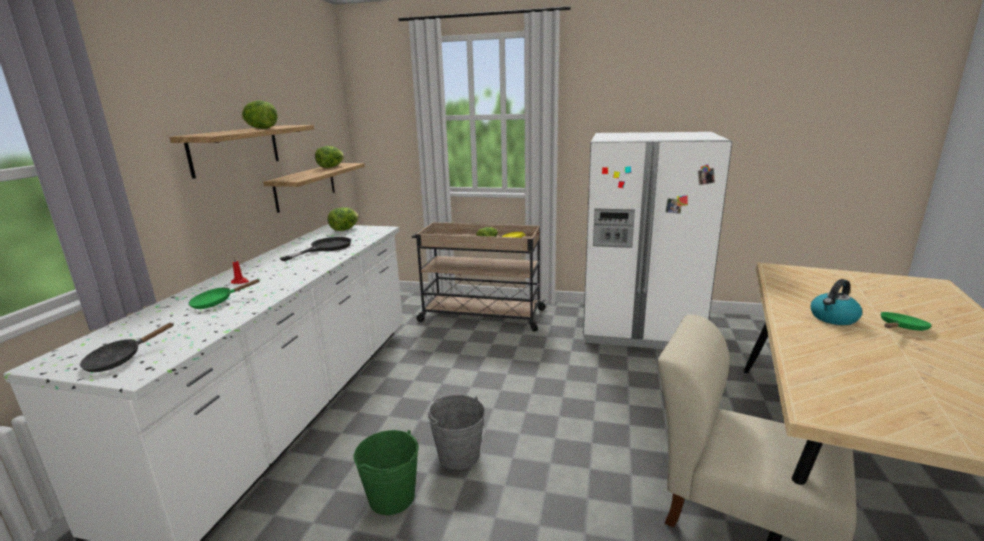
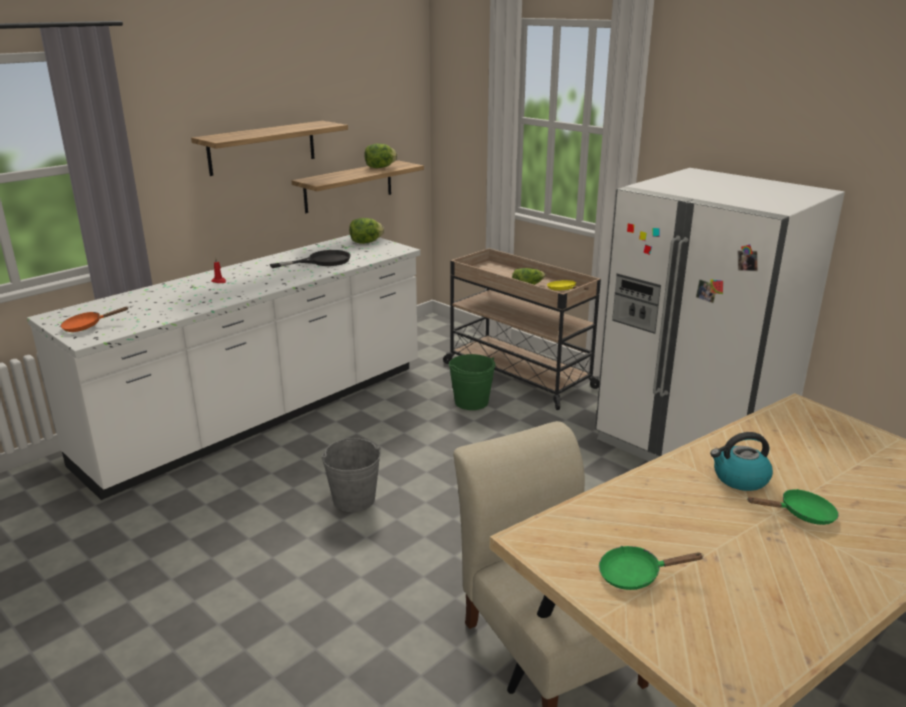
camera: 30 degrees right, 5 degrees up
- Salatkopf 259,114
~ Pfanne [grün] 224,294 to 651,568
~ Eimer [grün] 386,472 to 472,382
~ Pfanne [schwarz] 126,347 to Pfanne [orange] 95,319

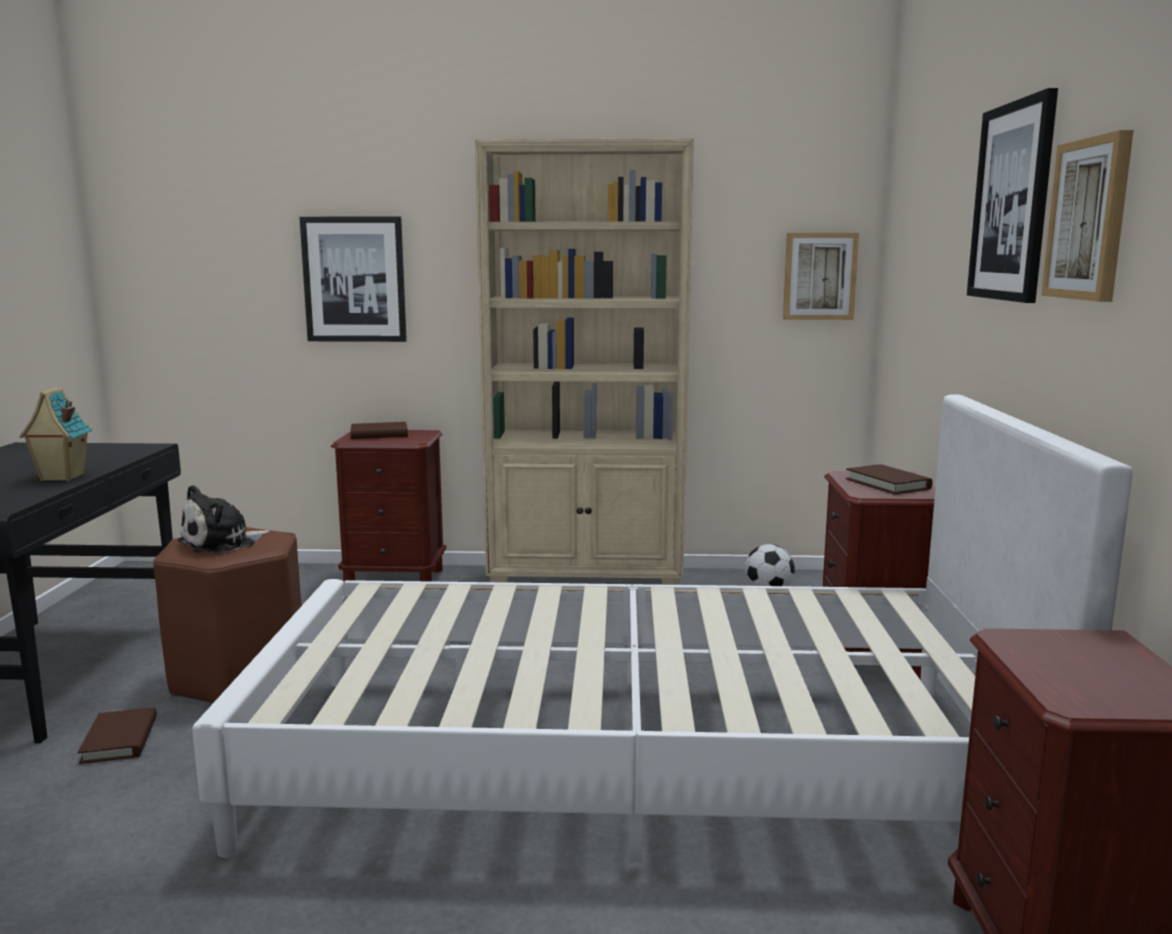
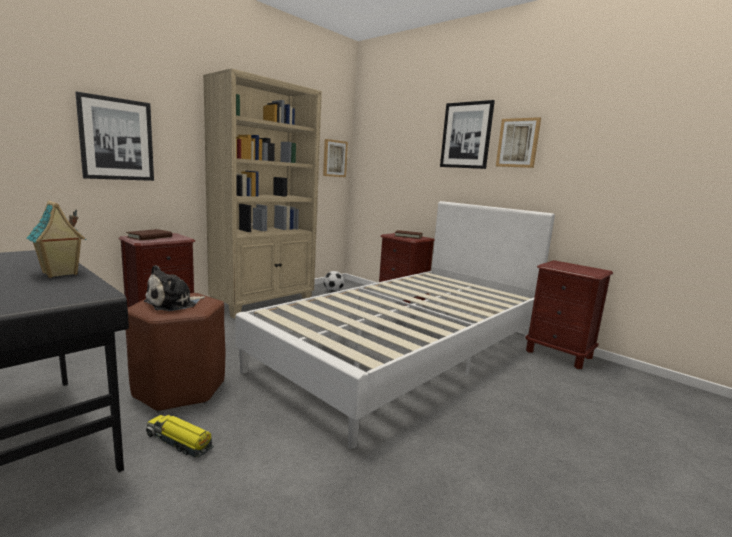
camera: 50 degrees left, 0 degrees up
~ Buch [braun] 117,736 to Spielzeuglaster 180,436
~ Plüschtier 224,519 = 174,288 45 degrees clockwise

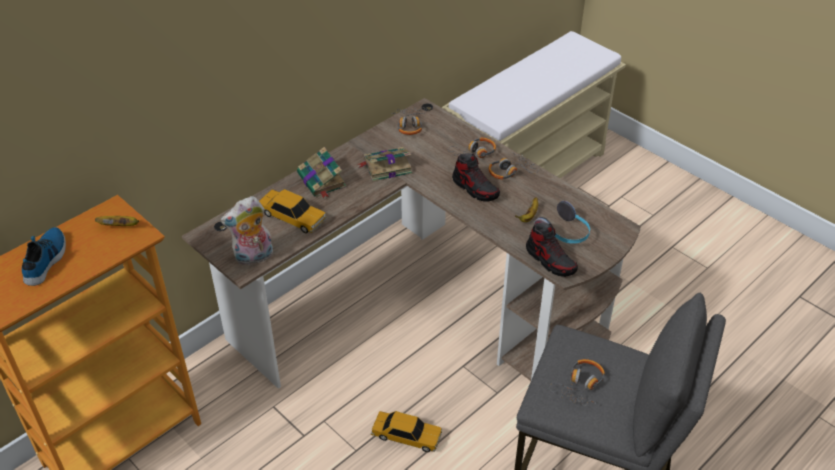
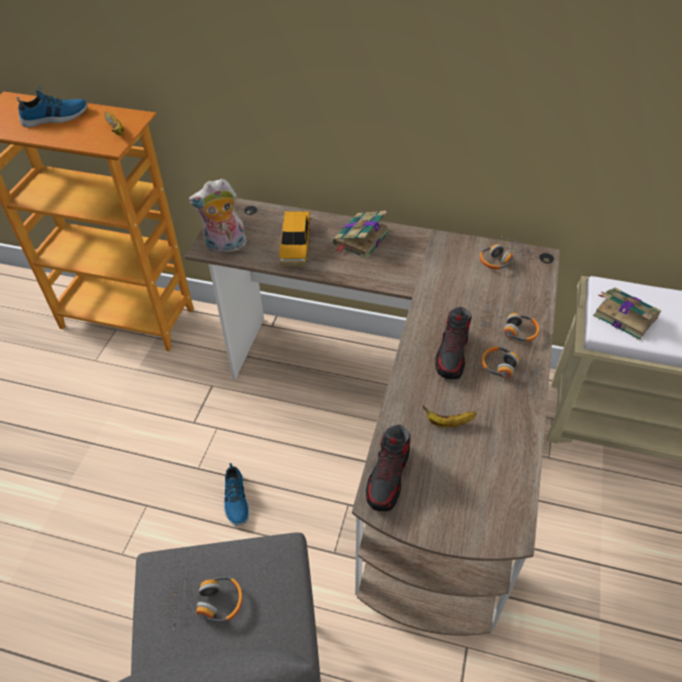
camera: 60 degrees right, 5 degrees up
- Kopfhörer 562,222
~ Buch 385,164 to 627,313
~ Spielzeugauto 406,431 to Schuh 236,494
~ Plüschtier 246,230 = 218,215 45 degrees counterclockwise

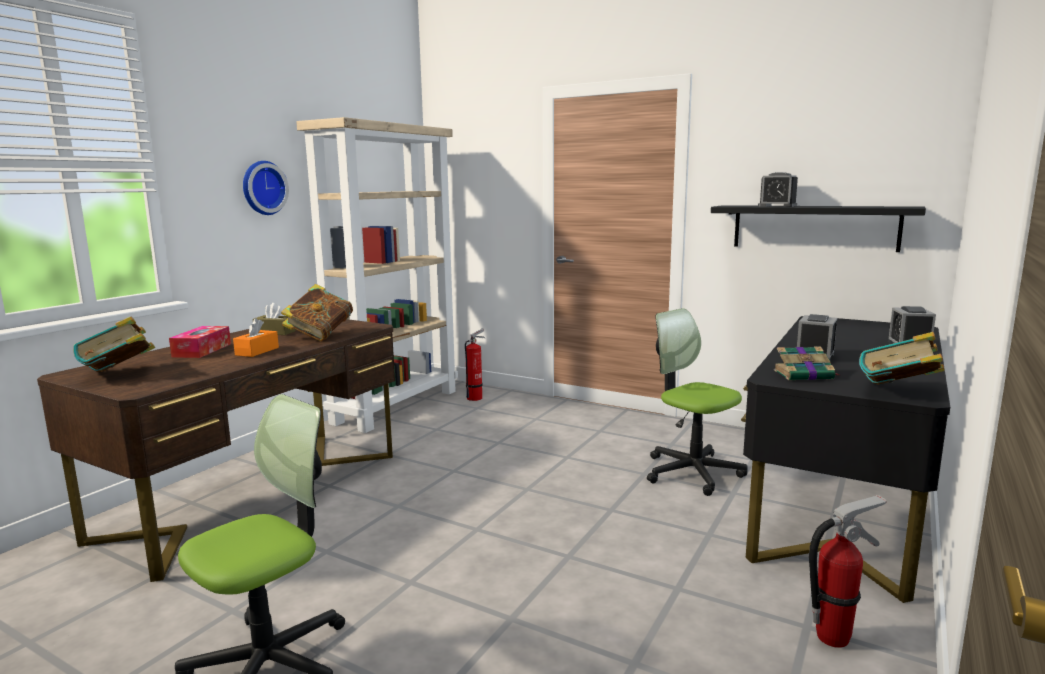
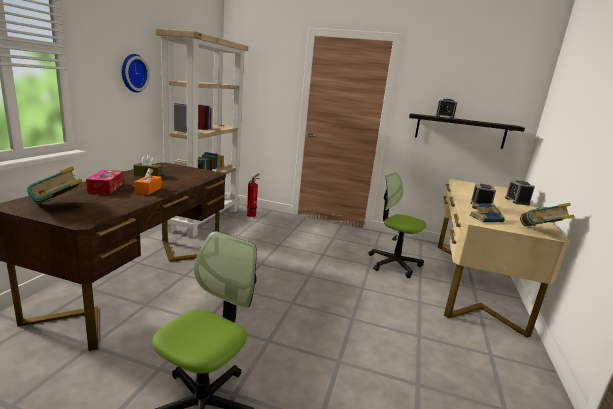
camera: 15 degrees left, 5 degrees up
- Buch 317,312
- Feuerlöscher 848,571
~ Schreibtisch [schwarz] 845,459 to Schreibtisch [beige] 504,258

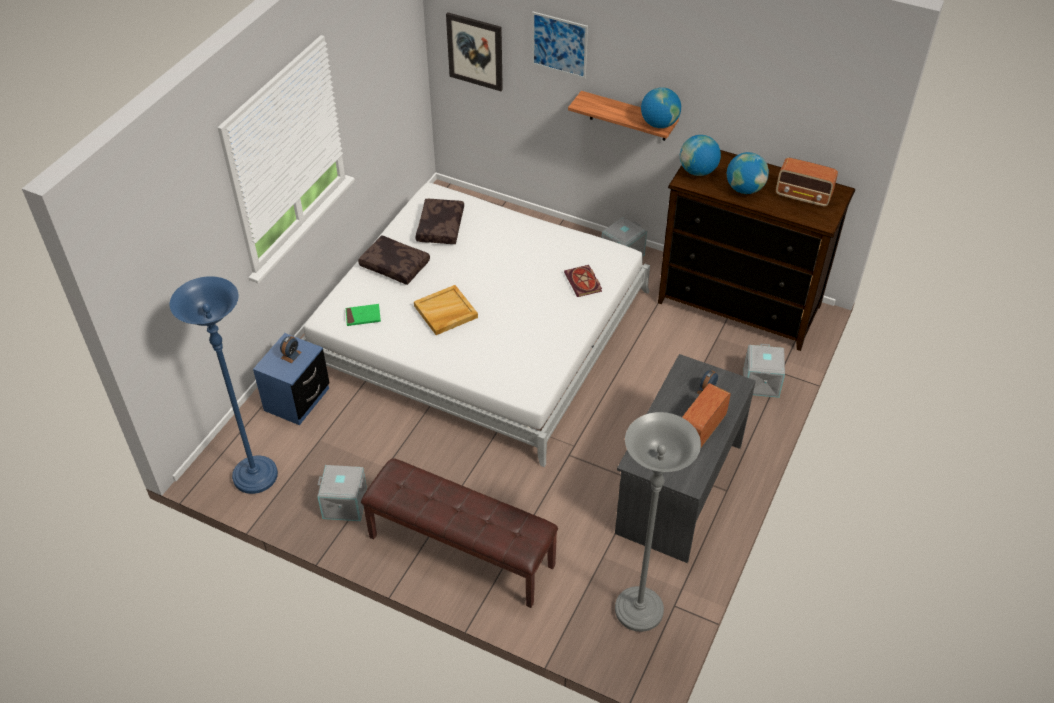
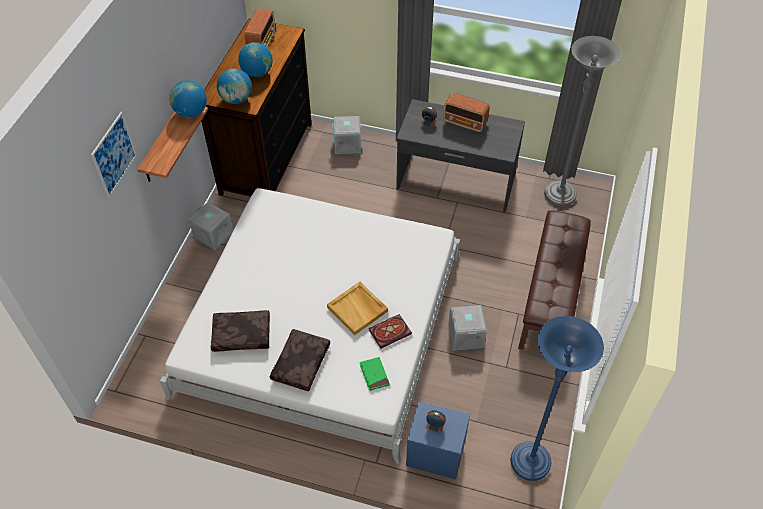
camera: 100 degrees left, 5 degrees up
- Bild 474,51
~ Aufbewahrungsbox [grau] 342,493 to 468,327
~ Buch 583,281 to 390,331

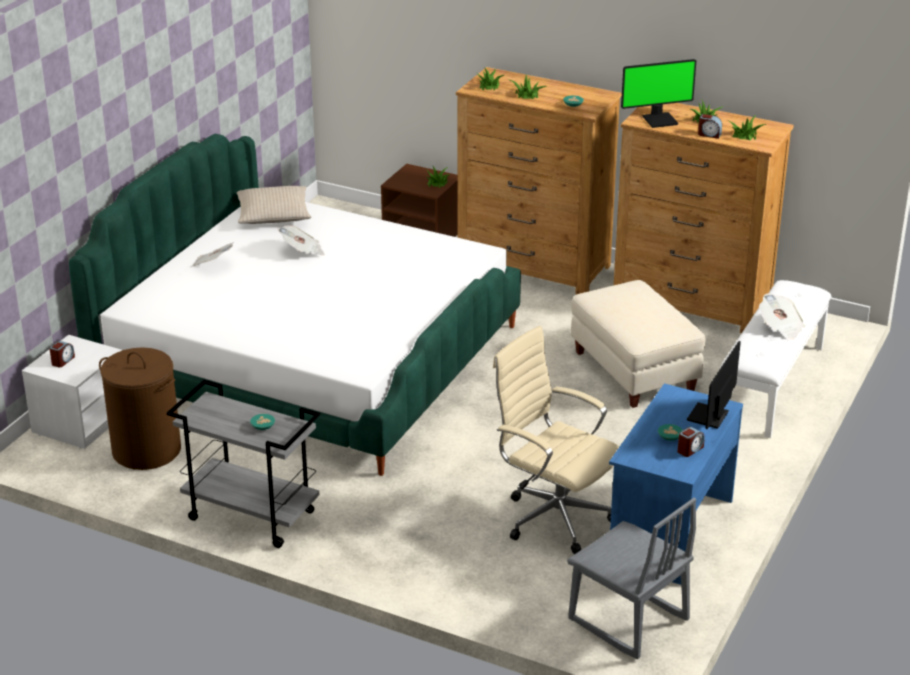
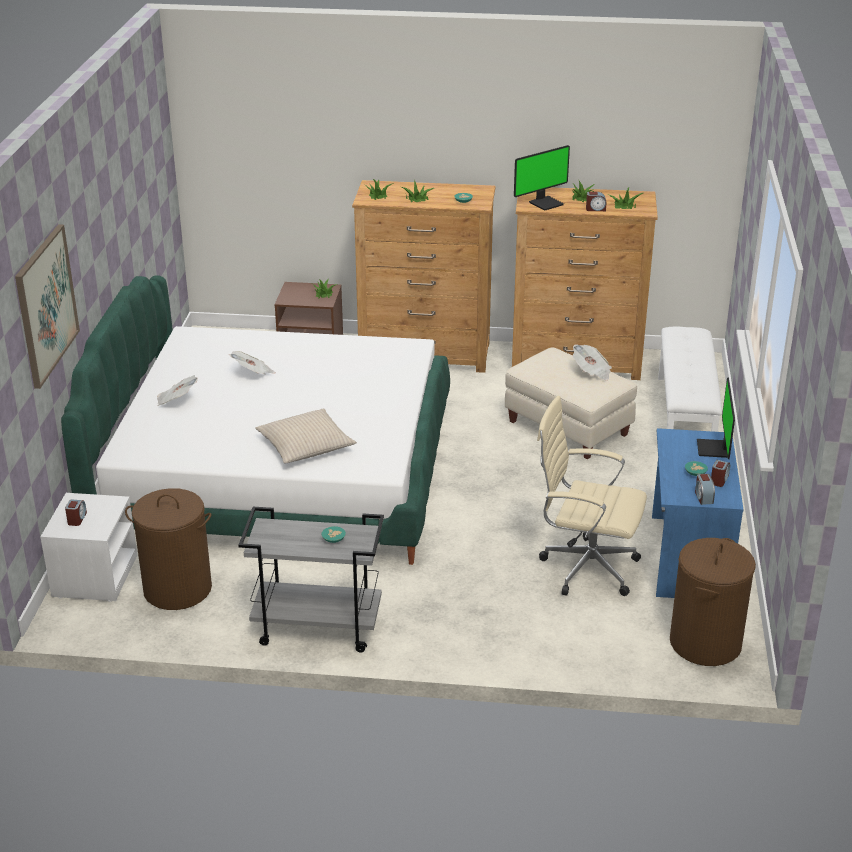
camera: 20 degrees left, 0 degrees up
+ Bild 47,306
+ Wecker 705,489
~ Kissen [beige] 274,205 to 306,436
~ Zeitung 782,316 to 592,362
~ Stuhl [grau] 631,578 to Wäschekorb [braun] 713,602

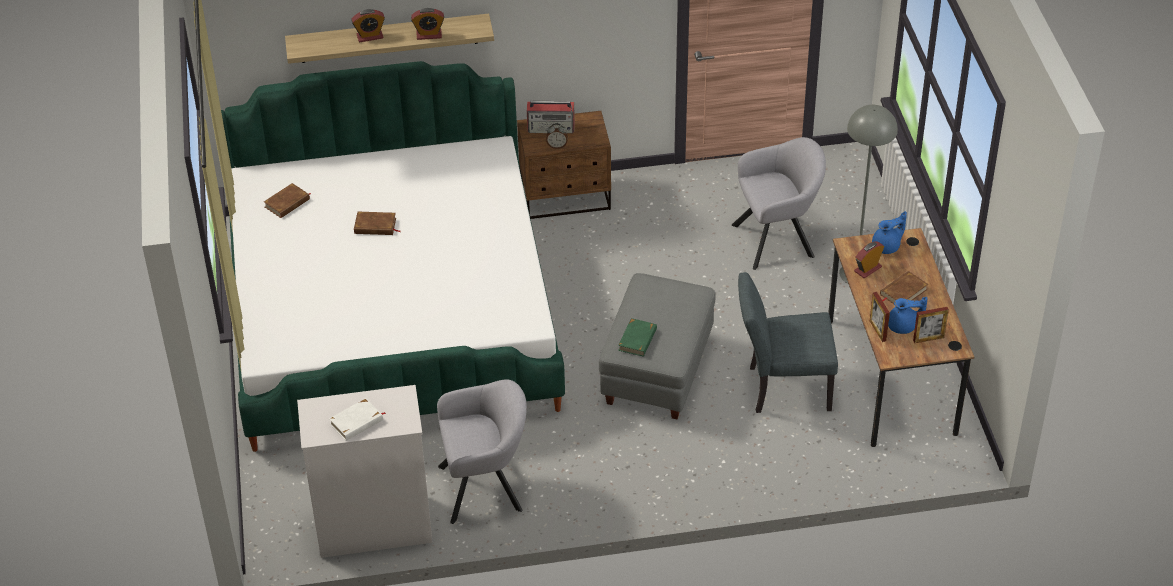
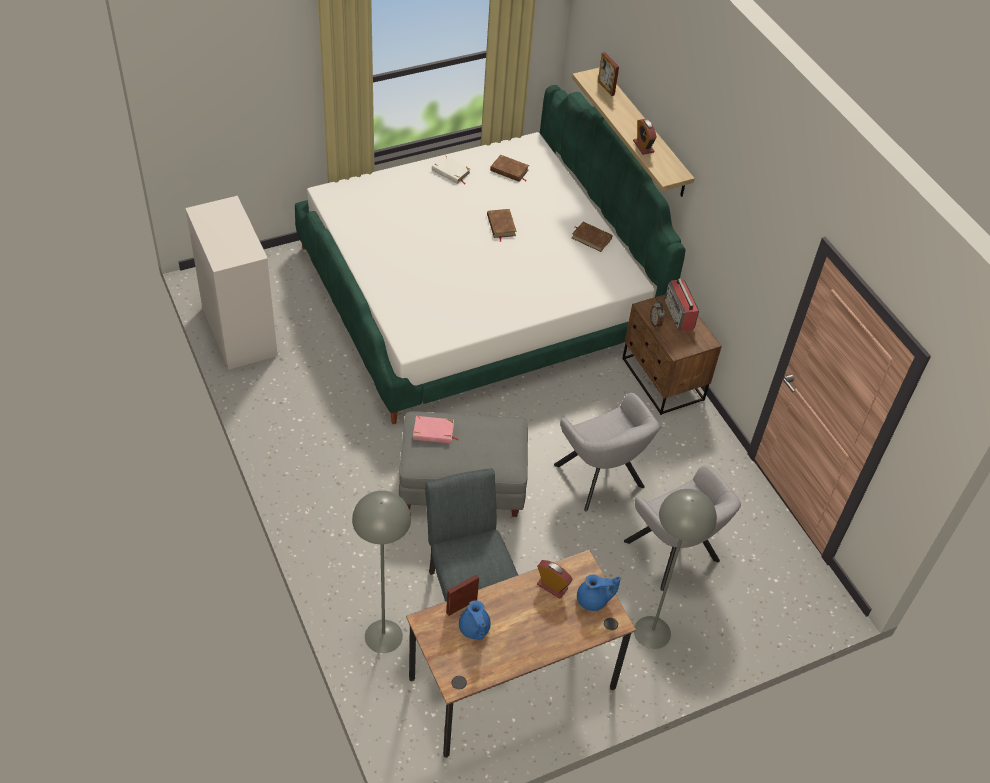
camera: 70 degrees right, 5 degrees up
- Wecker 368,25
+ Stehlampe [grau] 381,571
~ Buch [weiß] 357,419 to 451,169
~ Sessel [grau] 482,451 to 607,452
~ Buch [braun] 904,287 to 592,237
~ Bilderrahmen 931,325 to 608,74
~ Buch [grün] 637,337 to Buch [rosa] 436,429
~ Teekanne [blau] 889,232 = 599,592 45 degrees counterclockwise

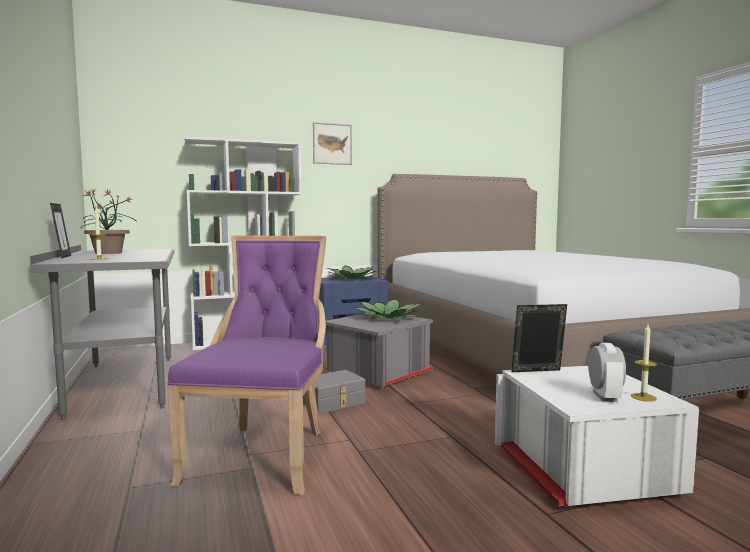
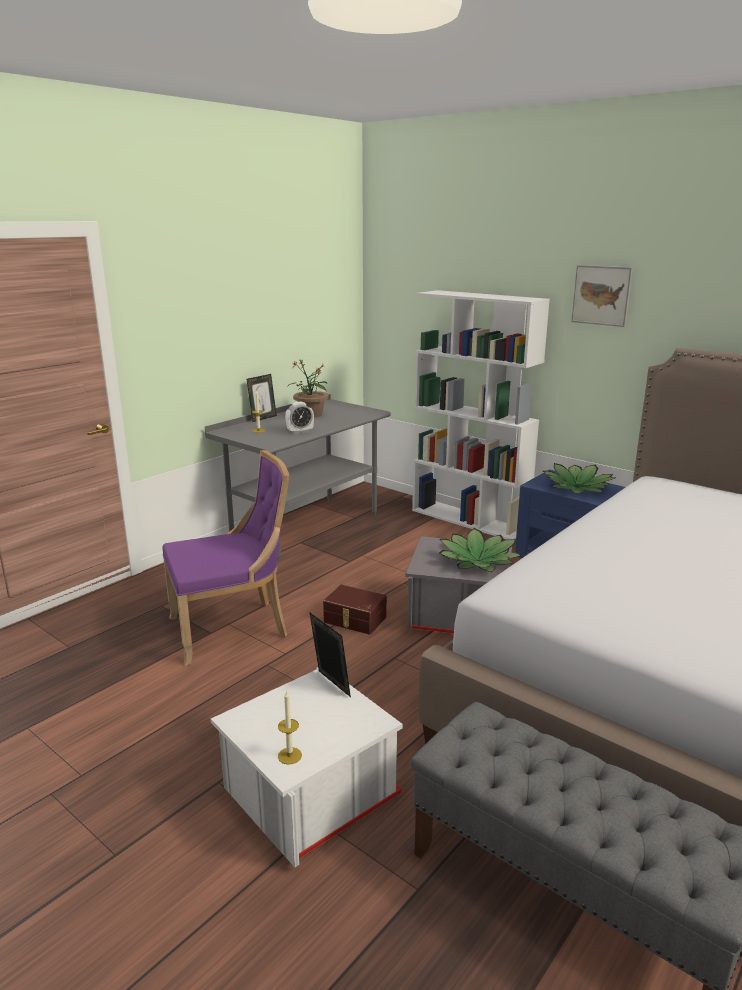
camera: 60 degrees right, 15 degrees up
~ Wecker 607,372 to 299,418
~ Aufbewahrungsbox [grau] 334,392 to Aufbewahrungsbox [braun] 355,610

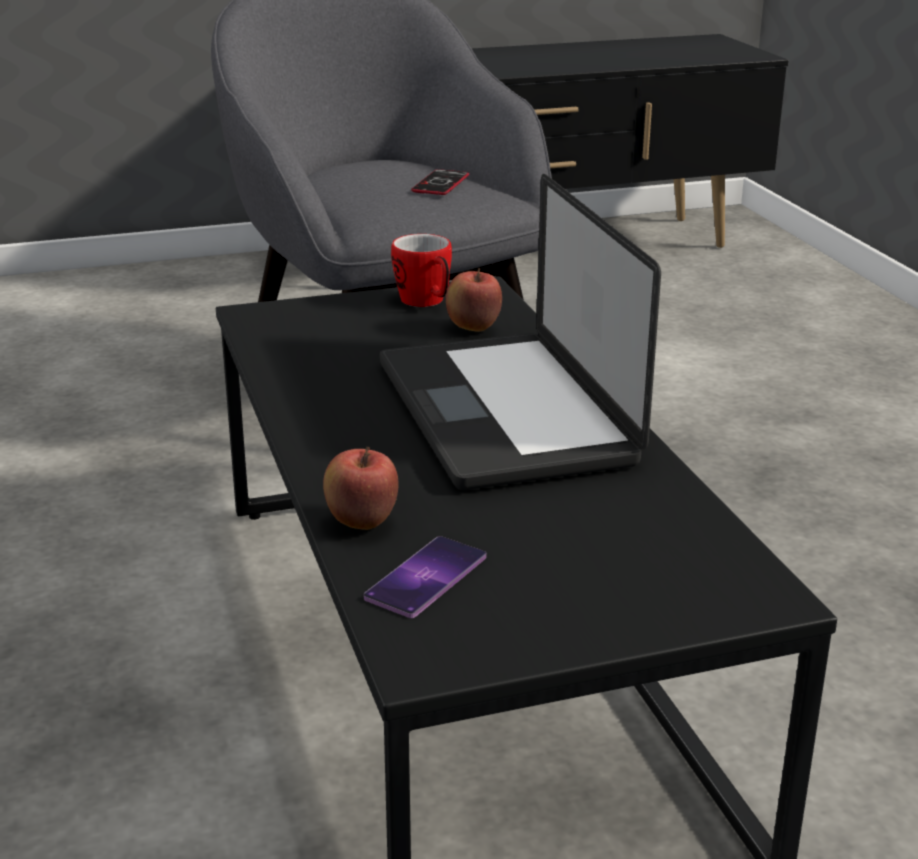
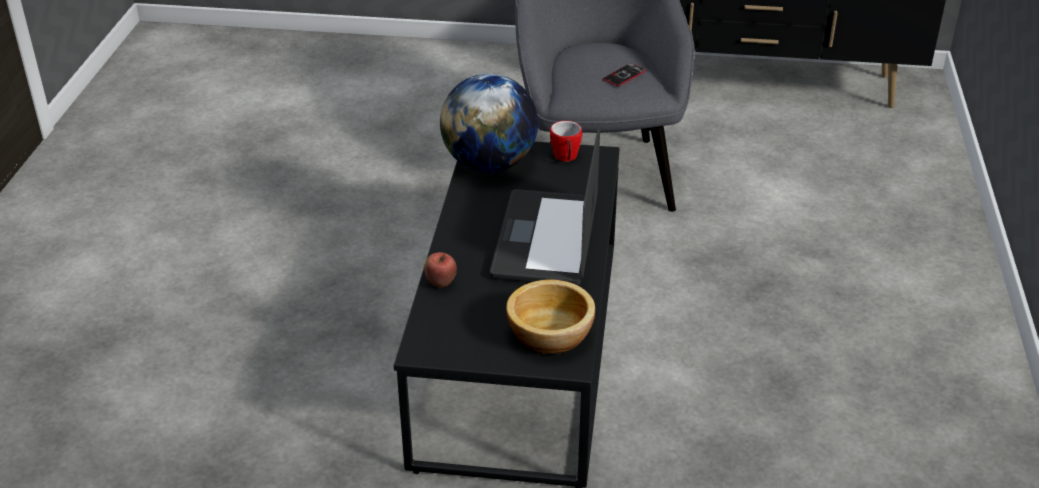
camera: 25 degrees right, 10 degrees up
- Handy 425,577
- Apfel 474,300
+ Globus 489,123
+ Schüssel 550,317

